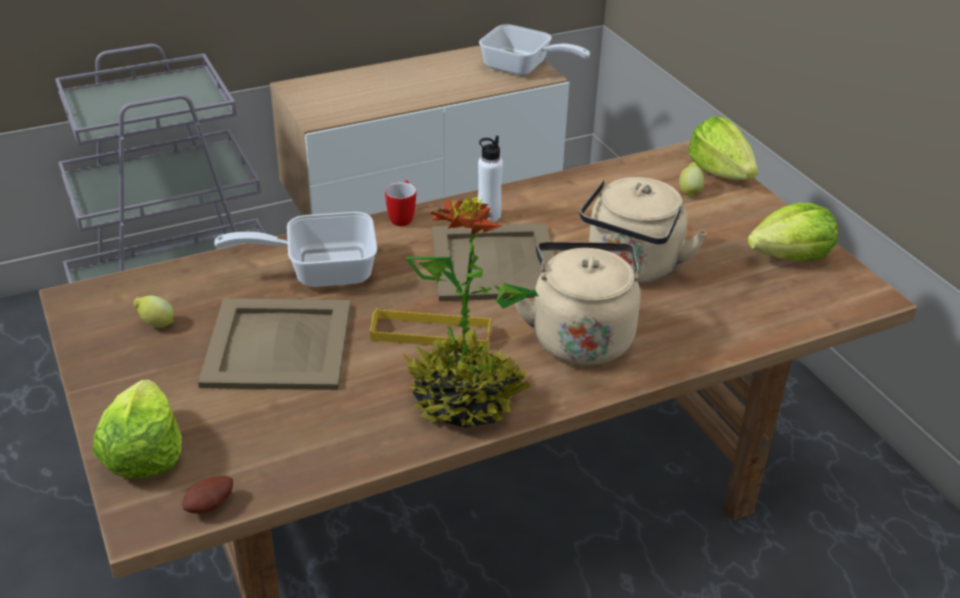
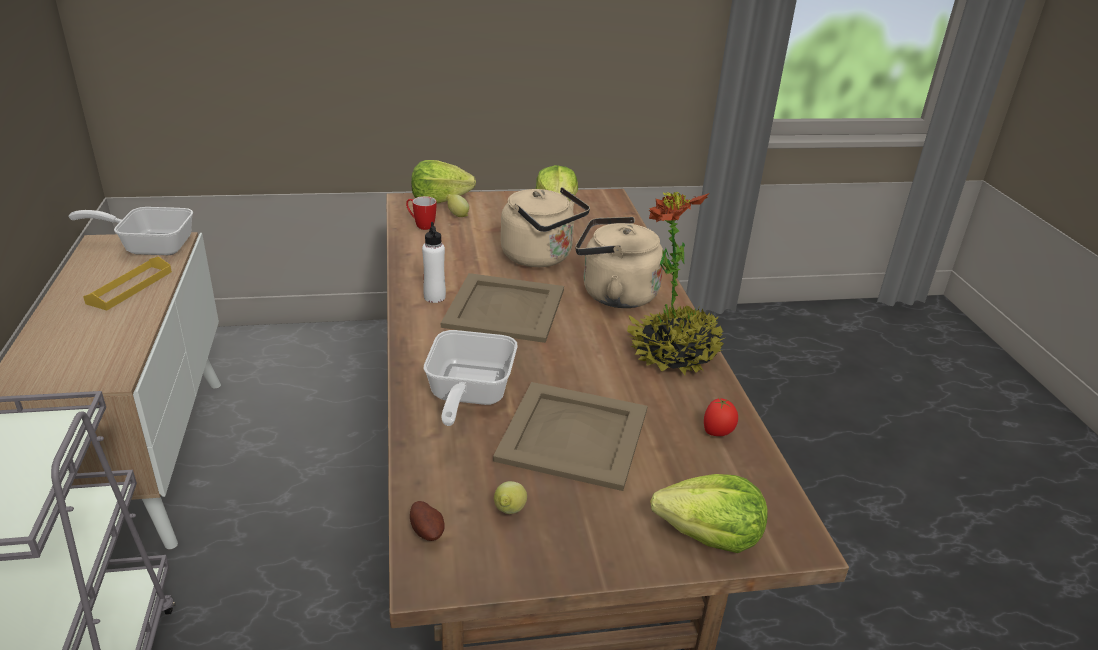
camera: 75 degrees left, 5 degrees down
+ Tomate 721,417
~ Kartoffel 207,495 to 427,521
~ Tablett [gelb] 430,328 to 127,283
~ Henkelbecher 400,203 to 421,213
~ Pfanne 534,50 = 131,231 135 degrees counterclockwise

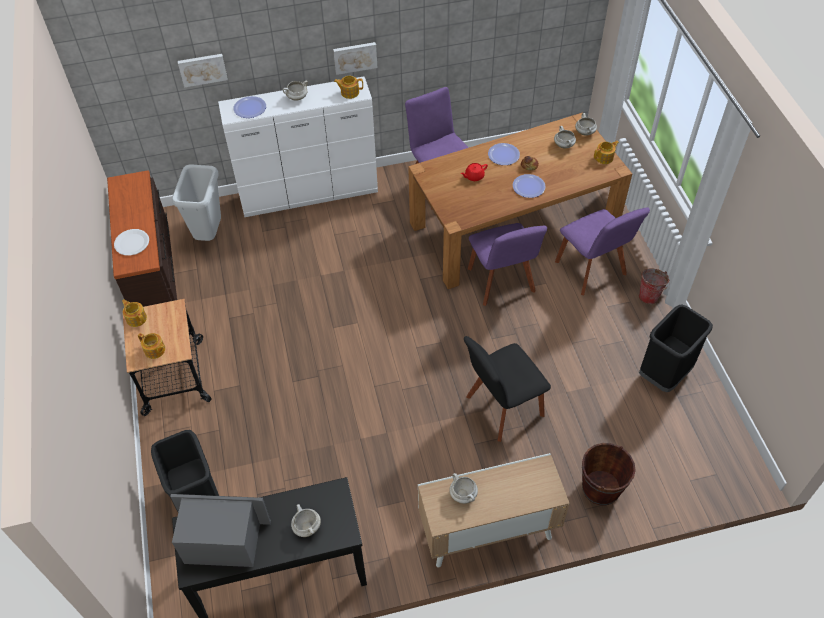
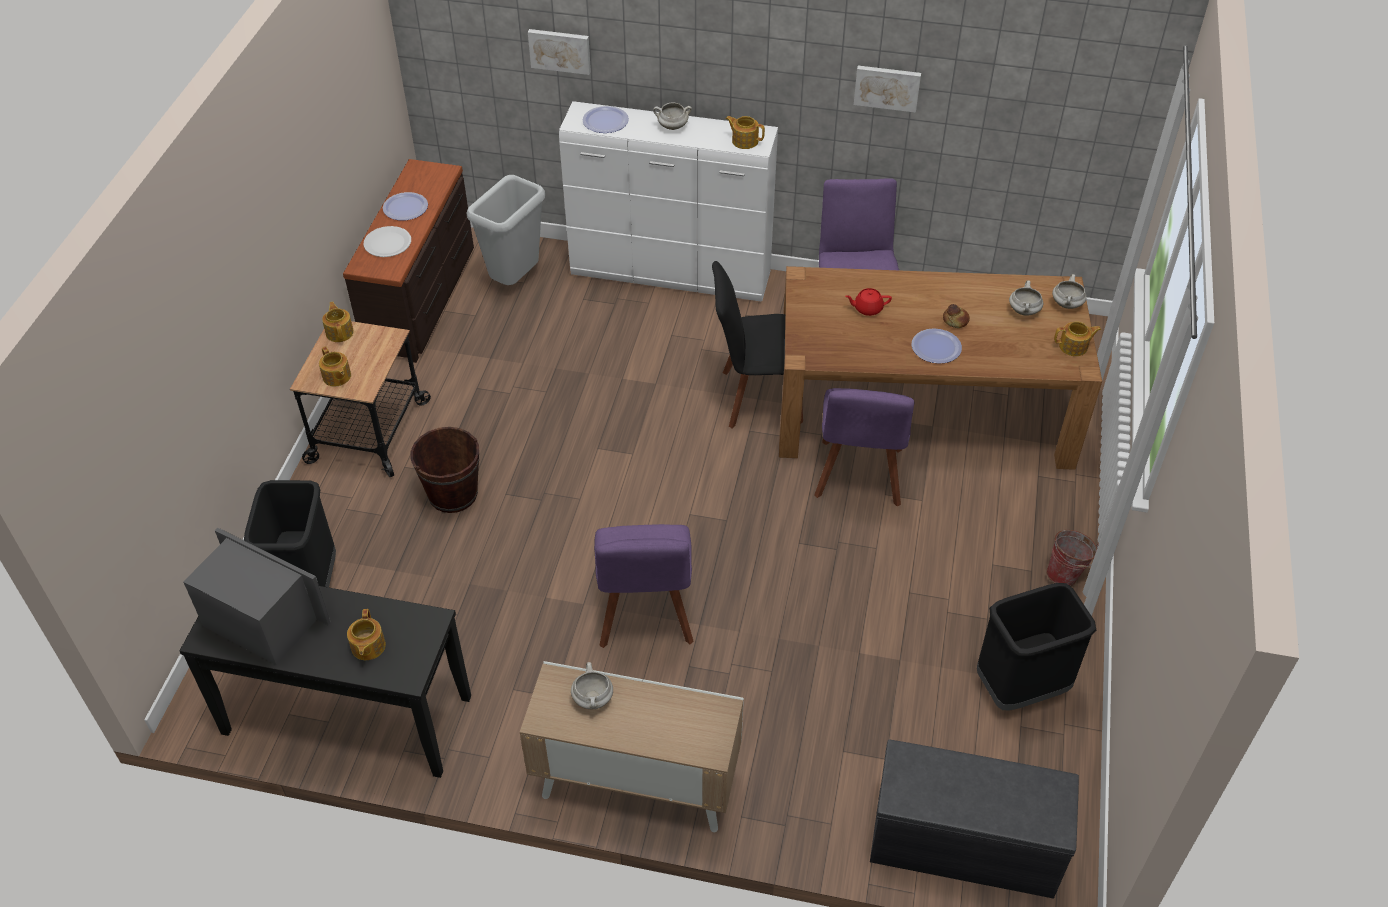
camera: 25 degrees right, 5 degrees down
+ Bank [grau] 974,819
~ Bild 355,58 to 887,89
~ Stuhl [schwarz] 507,389 to 757,345
~ Teller 504,154 to 405,206
~ Stuhl [lila] 602,251 to 644,586
~ Eimer [braun] 609,474 to 444,470
~ Kochtopf [weiß] 306,520 to Teekanne 366,634

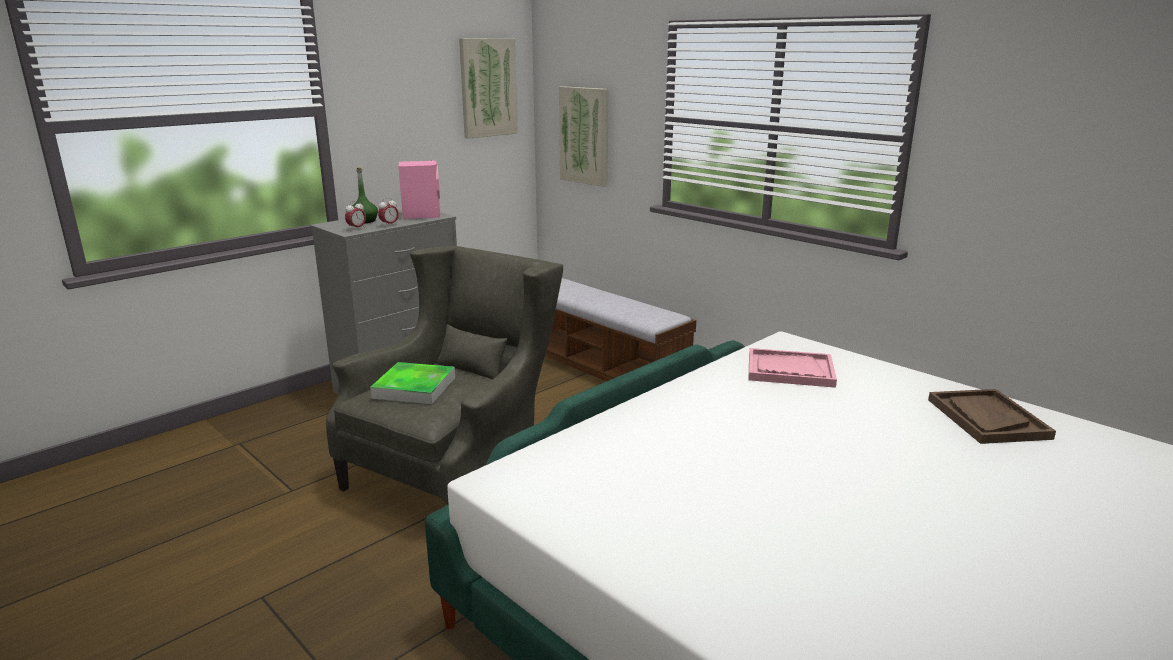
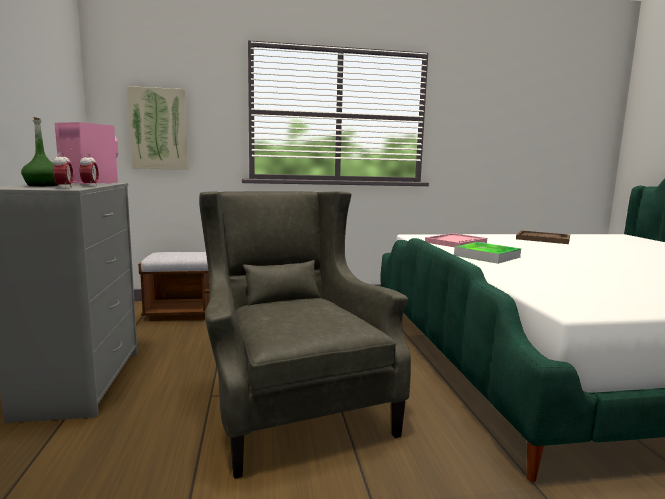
camera: 55 degrees left, 10 degrees down
- Bild 488,88
~ Tablett 412,383 to 487,253

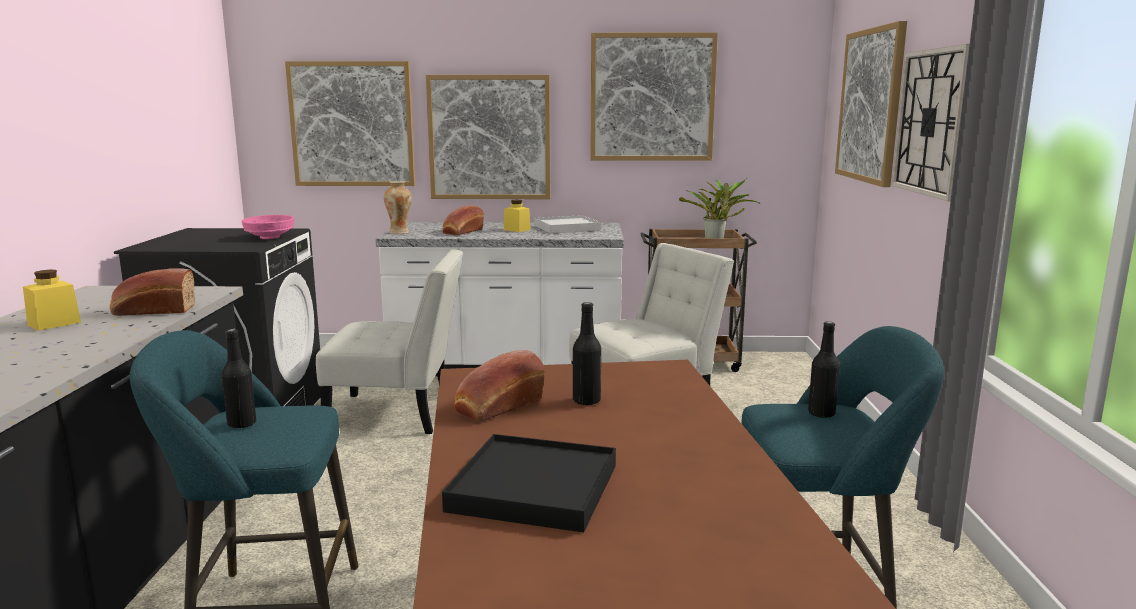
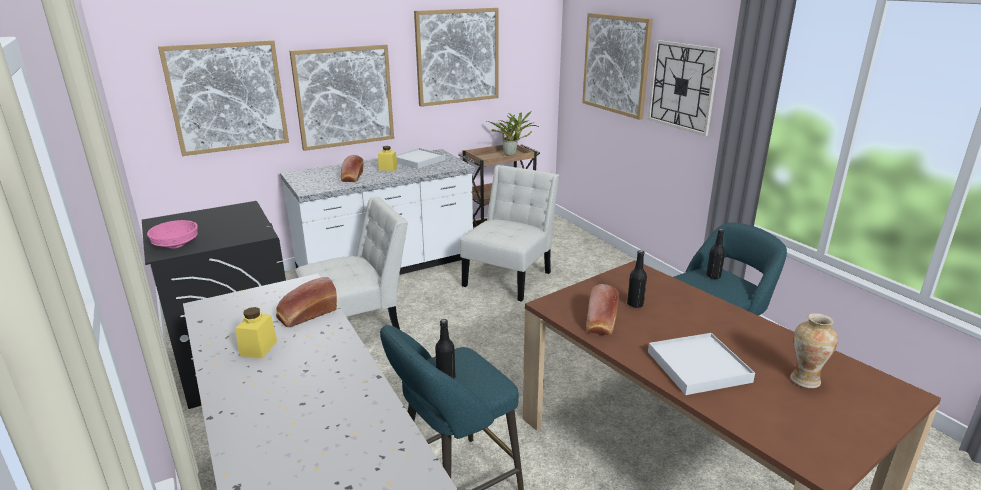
camera: 30 degrees left, 10 degrees up
~ Schüssel [rosa] 268,227 to 172,234
~ Vase 398,207 to 814,350
~ Tablett [schwarz] 529,483 to Tablett [weiß] 701,364

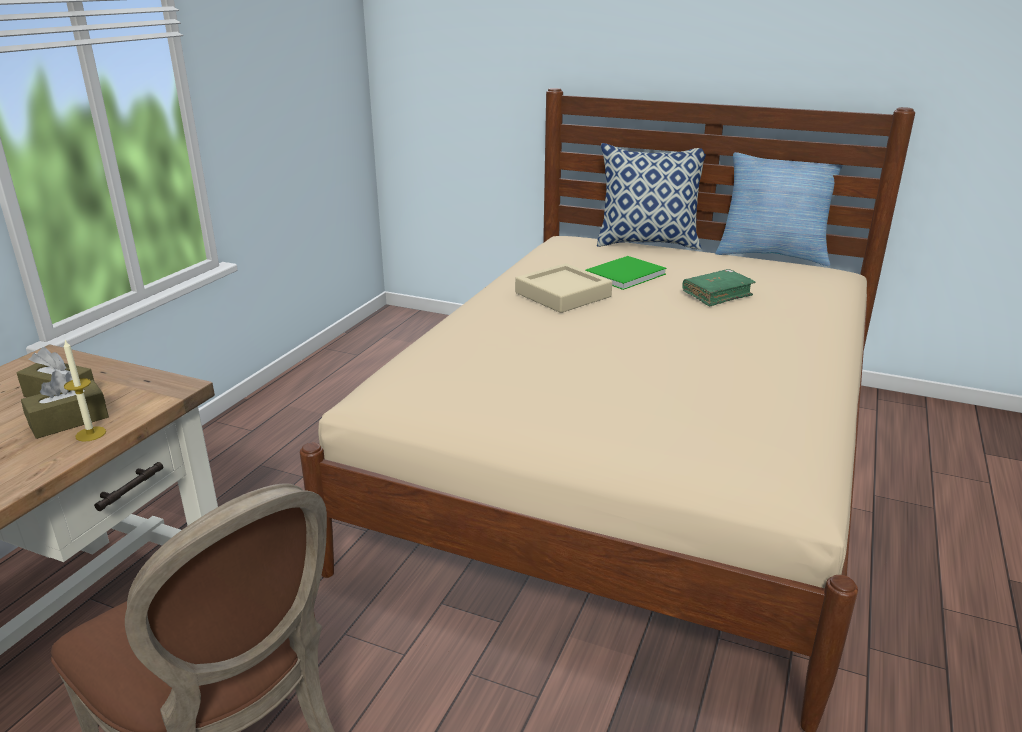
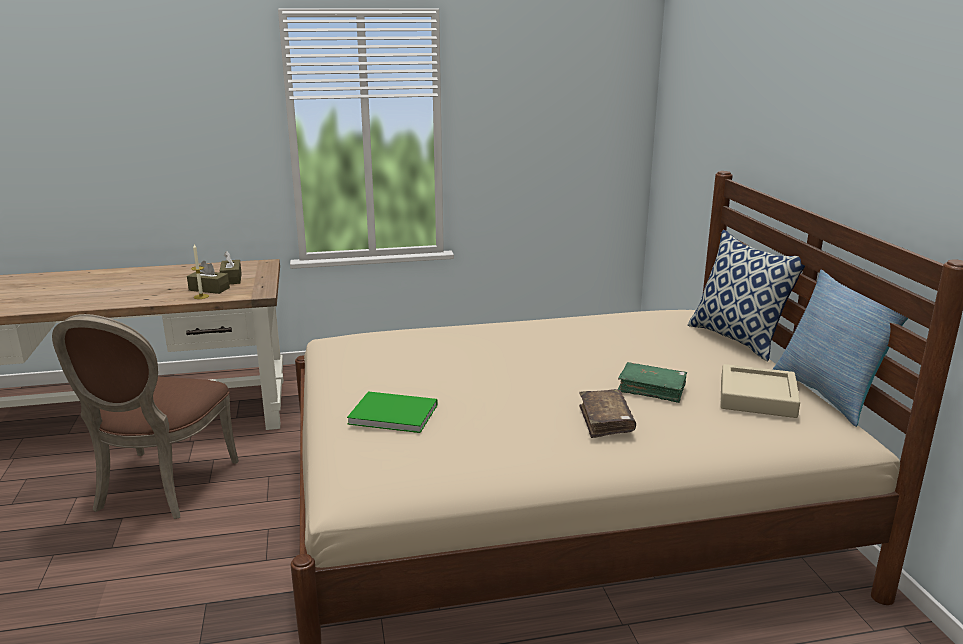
camera: 55 degrees right, 5 degrees down
+ Buch [braun] 607,413
~ Tablett [beige] 563,288 to 760,391
~ Buch [grün] 626,273 to 392,412

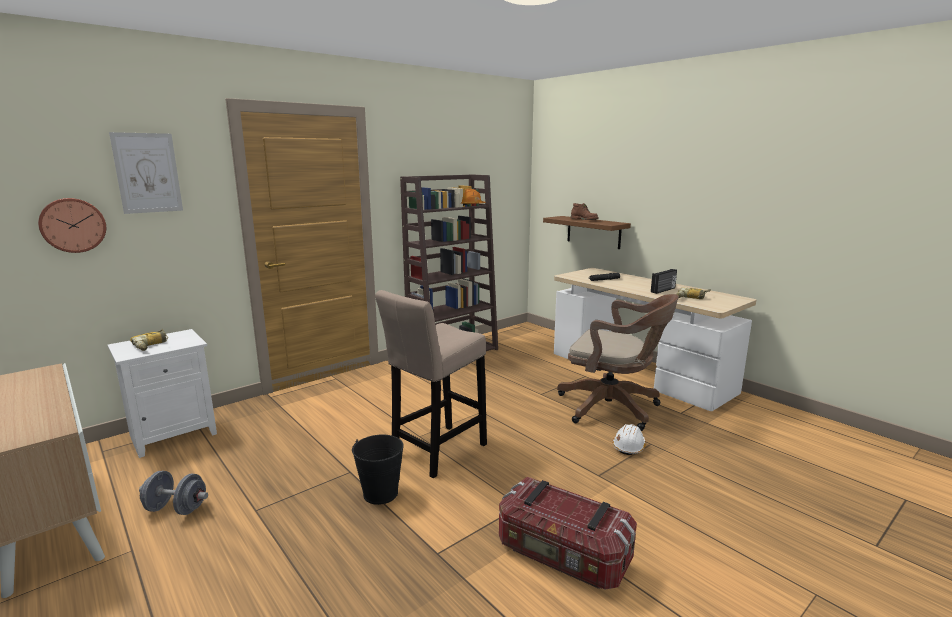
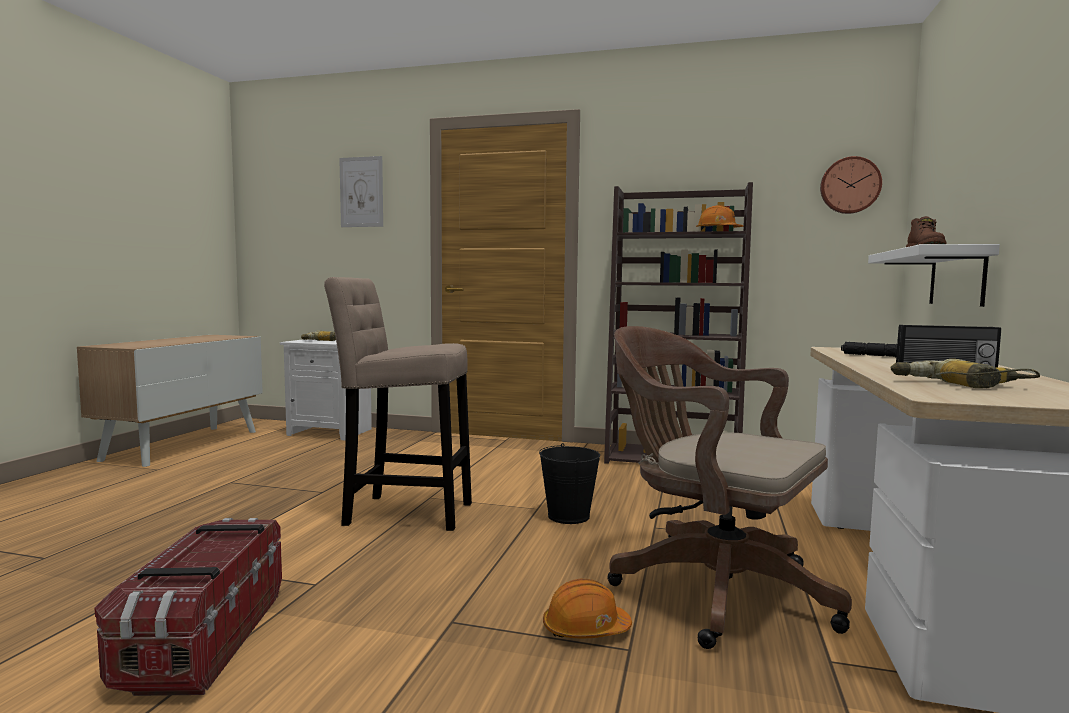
camera: 55 degrees right, 10 degrees down
- Hantel [grau] 173,493
~ Wanduhr 72,225 to 851,185
~ Eimer [schwarz] 378,470 to 569,483
~ Wandregal [braun] 587,232 to Wandregal [weiß] 934,275
~ Schutzhelm [weiß] 629,439 to Schutzhelm [orange] 587,608
~ Bürostuhl [braun] 618,362 = 729,487 135 degrees clockwise

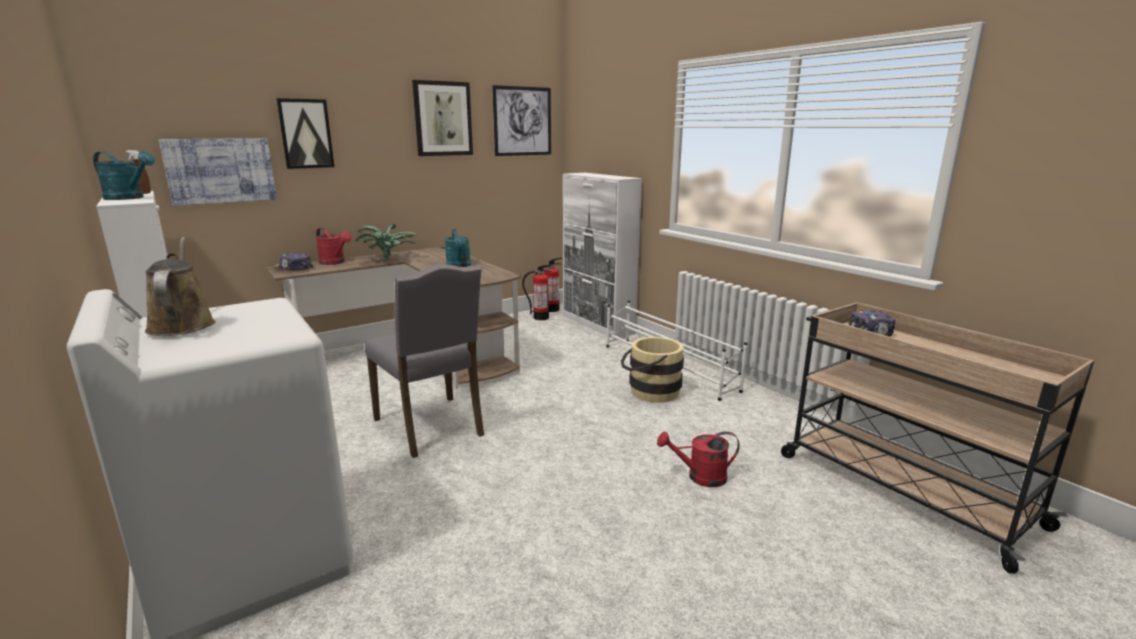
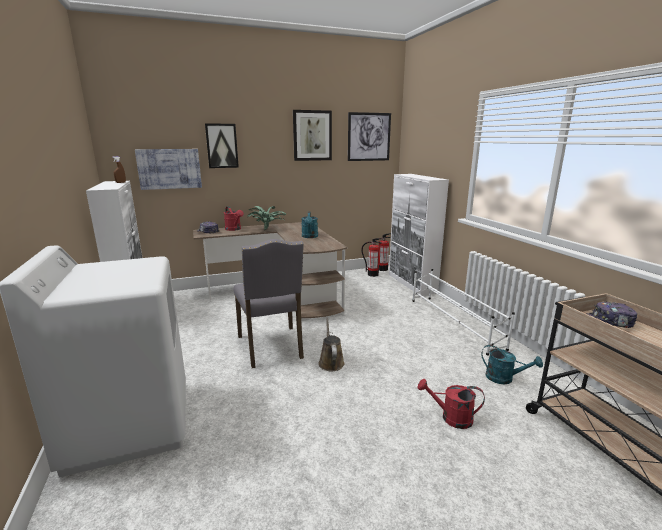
camera: 15 degrees right, 0 degrees up
- Eimer [beige] 652,370
~ Gießkanne [türkis] 124,175 to 512,365
~ Gießkanne [braun] 180,286 to 332,344

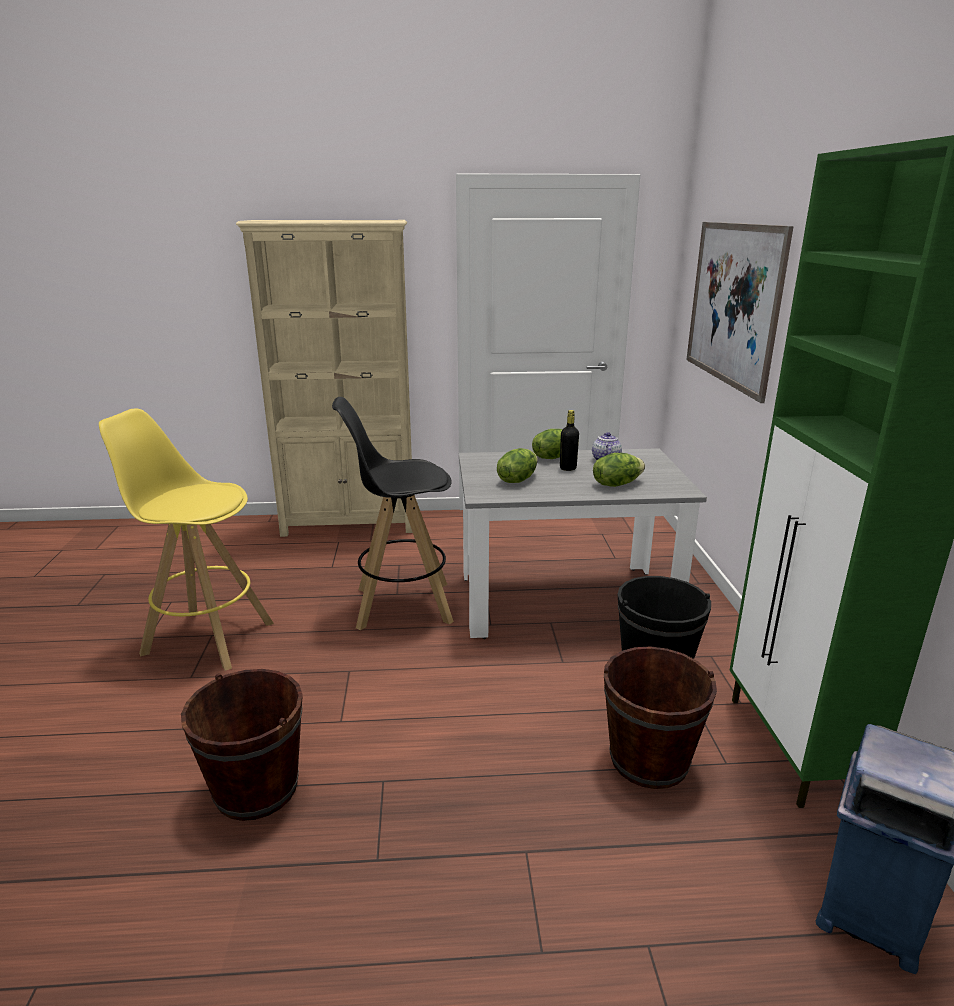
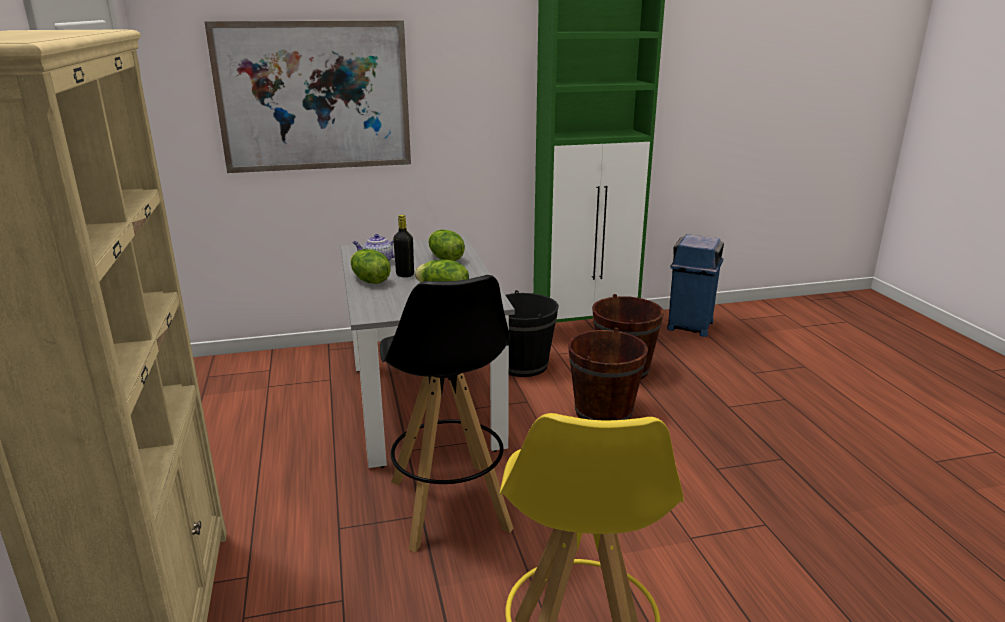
camera: 100 degrees left, 0 degrees up
~ Eimer [braun] 242,745 to 608,374

